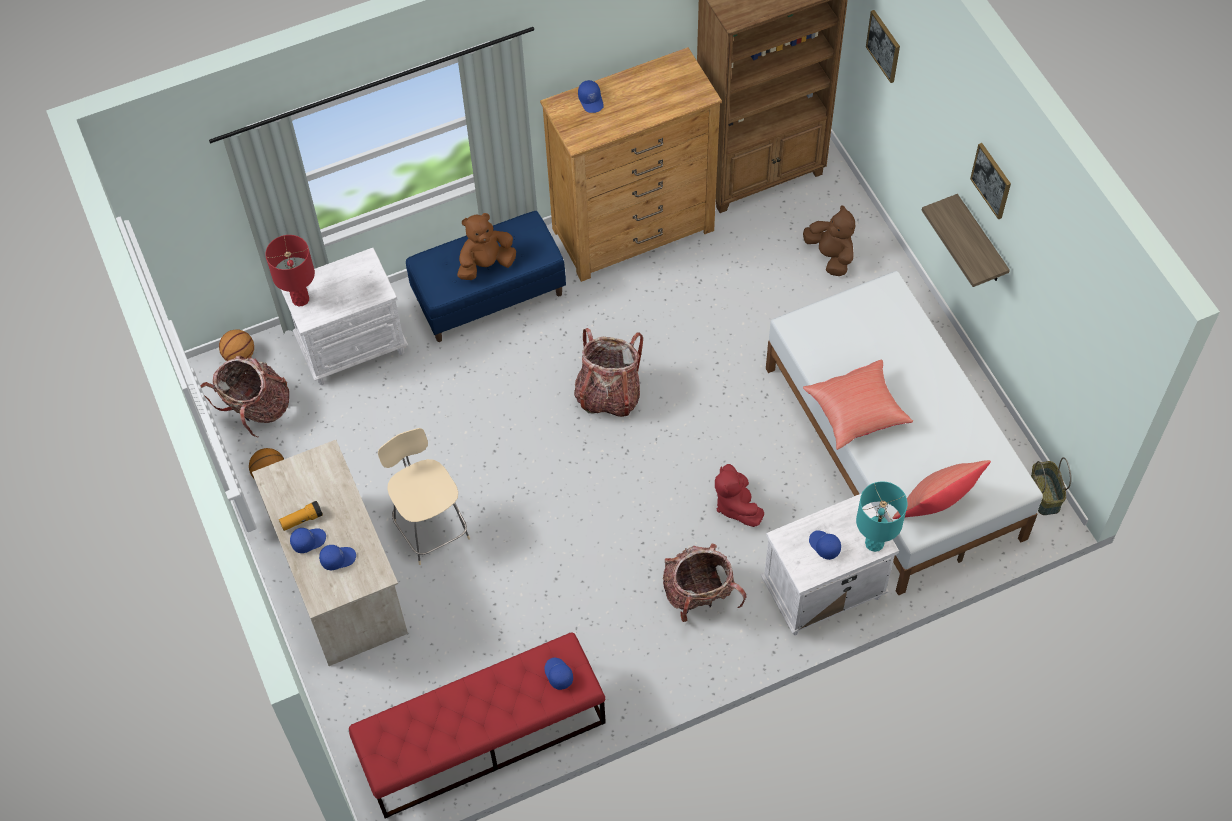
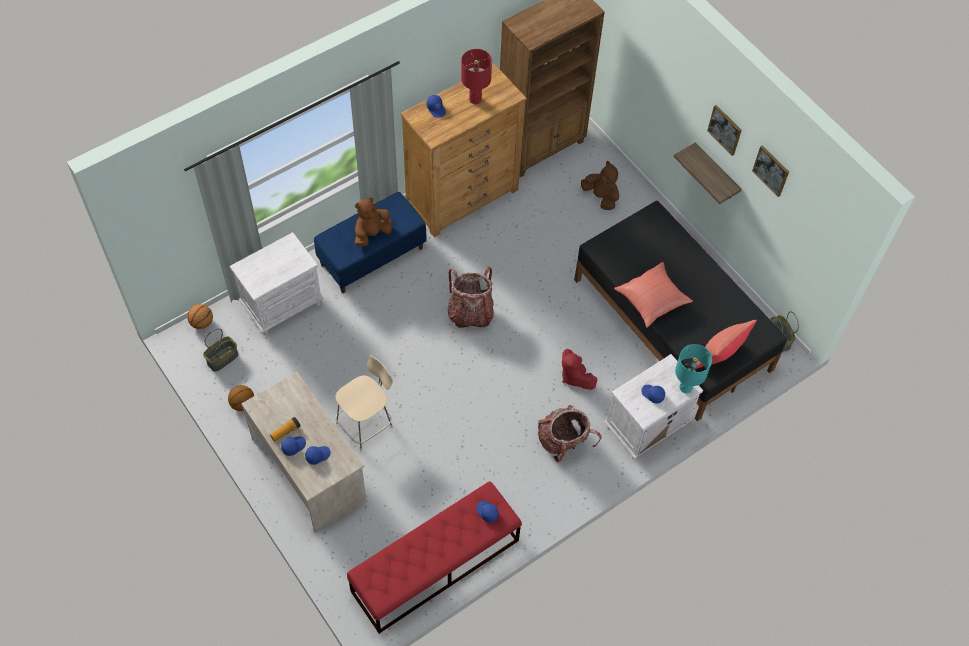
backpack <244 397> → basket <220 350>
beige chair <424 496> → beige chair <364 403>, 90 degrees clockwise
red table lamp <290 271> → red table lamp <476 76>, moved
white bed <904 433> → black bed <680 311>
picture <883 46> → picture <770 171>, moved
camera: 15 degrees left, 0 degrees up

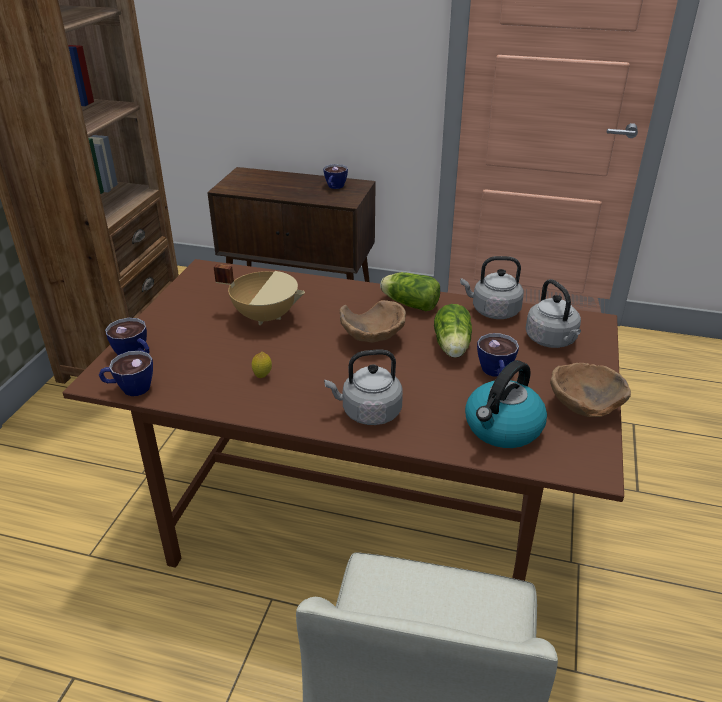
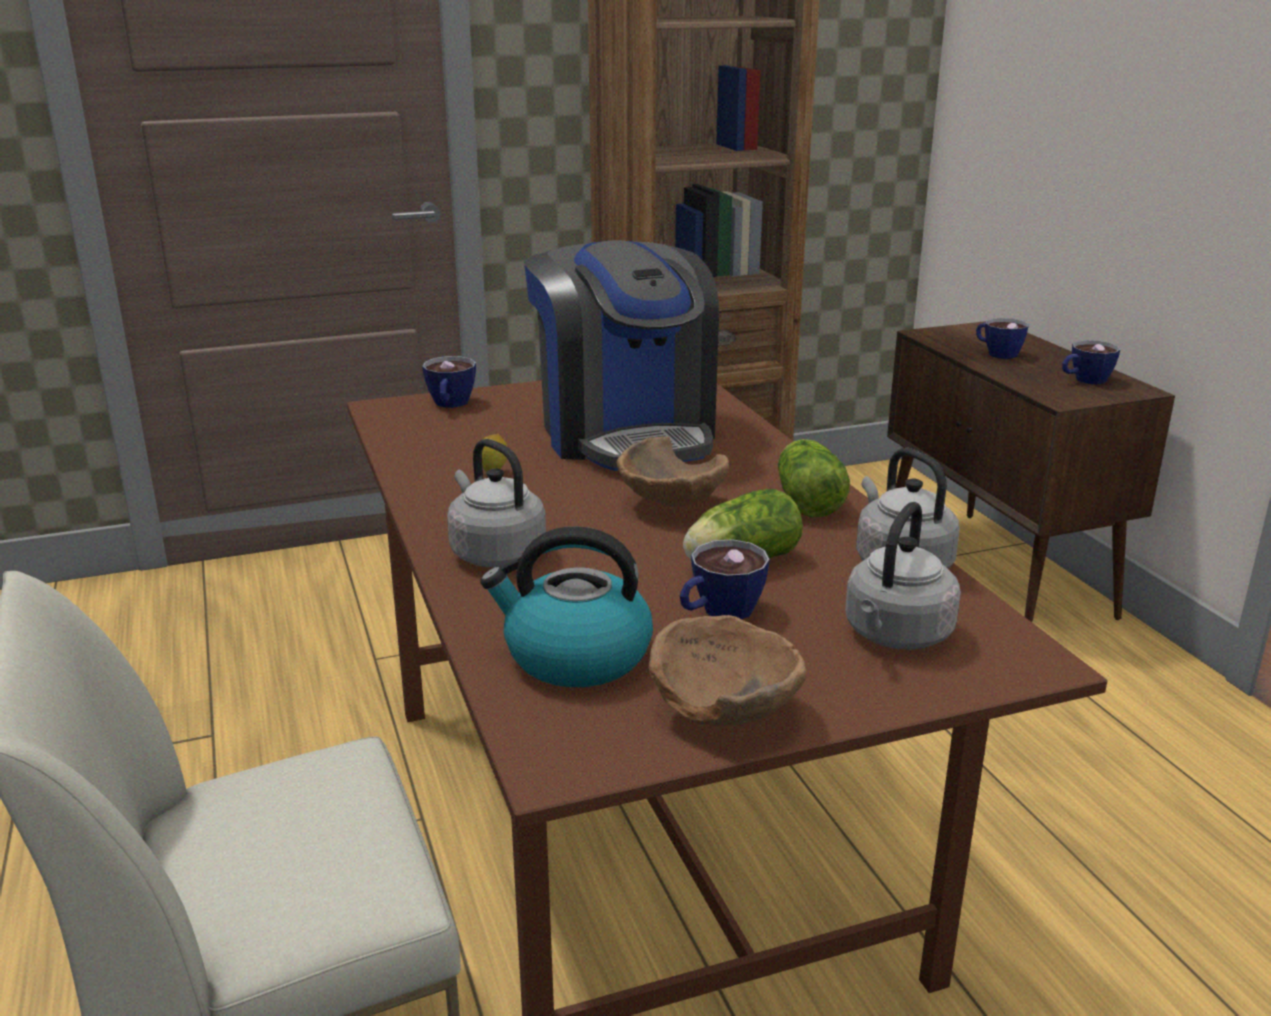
beige cooking pot <259 294> → coffee machine <621 355>
cup <126 373> → cup <1002 338>, moved
camera: 55 degrees right, 10 degrees down

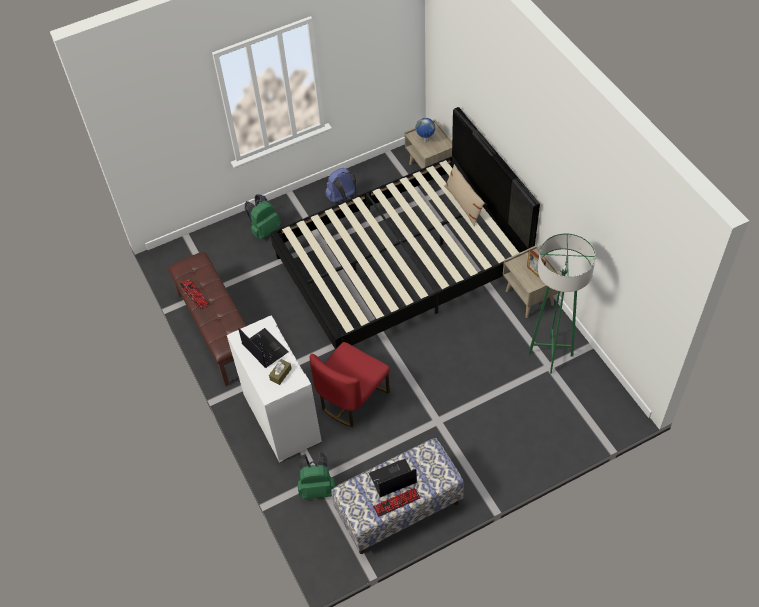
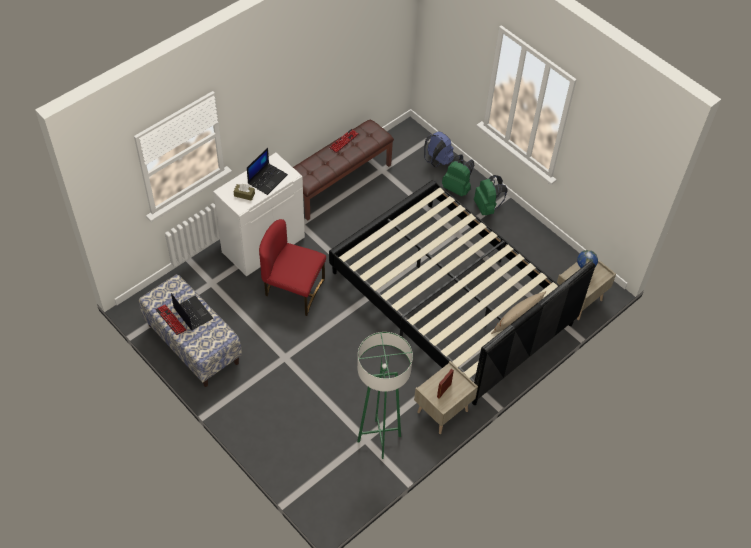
blue backpack <341 185> → blue backpack <439 149>, moved
green backpack <316 476> → green backpack <490 195>, moved
camera: 70 degrees right, 0 degrees up

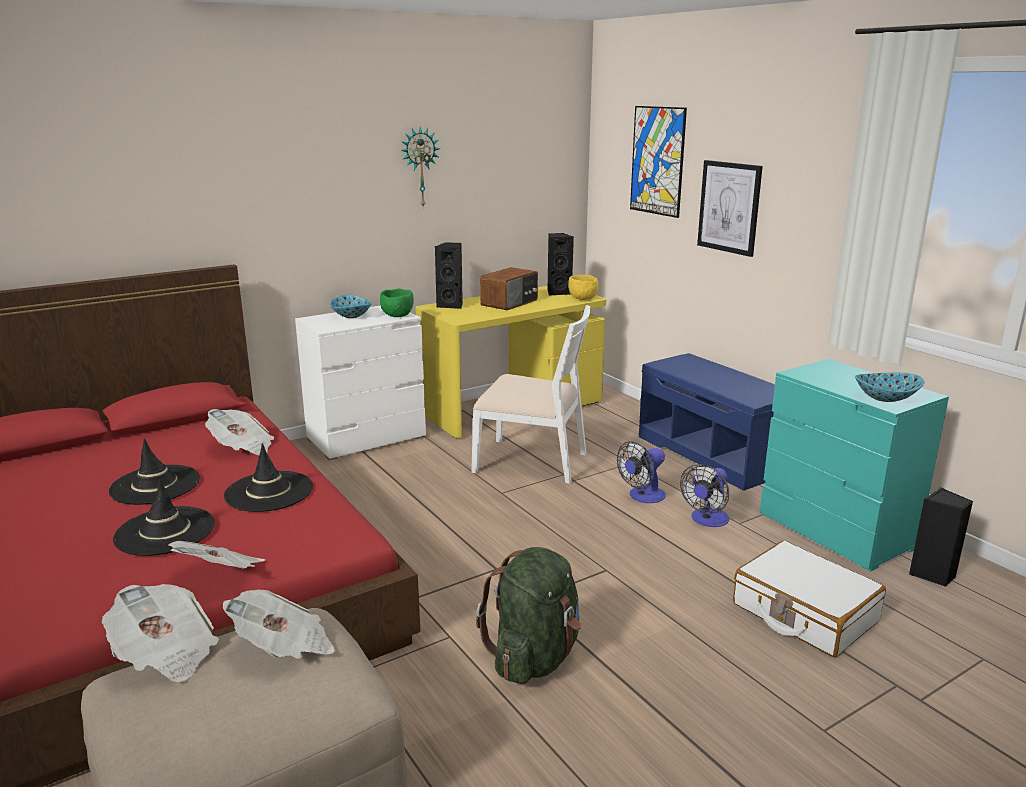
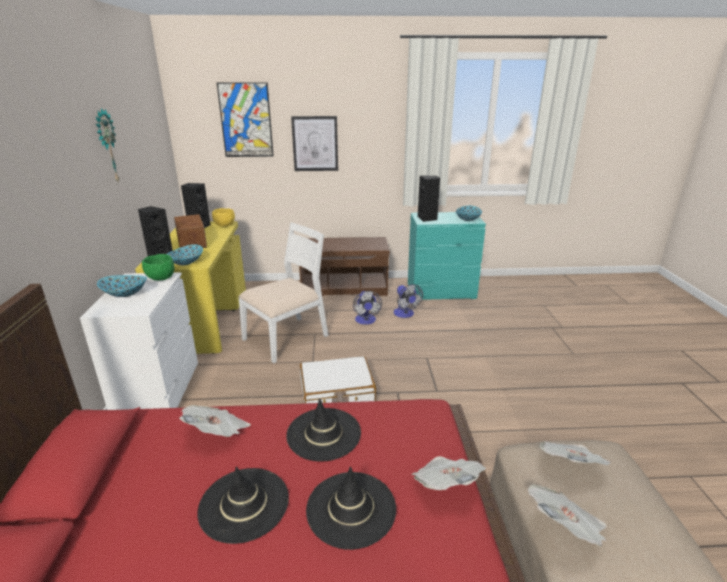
- → bowl <185 254>
blue bench <707 422> → brown bench <344 266>
white suitcase <809 599> → white suitcase <338 380>, moved
black speaker <941 537> → black speaker <429 199>, moved
green backpack <528 615> → -
camera: 60 degrees left, 5 degrees up

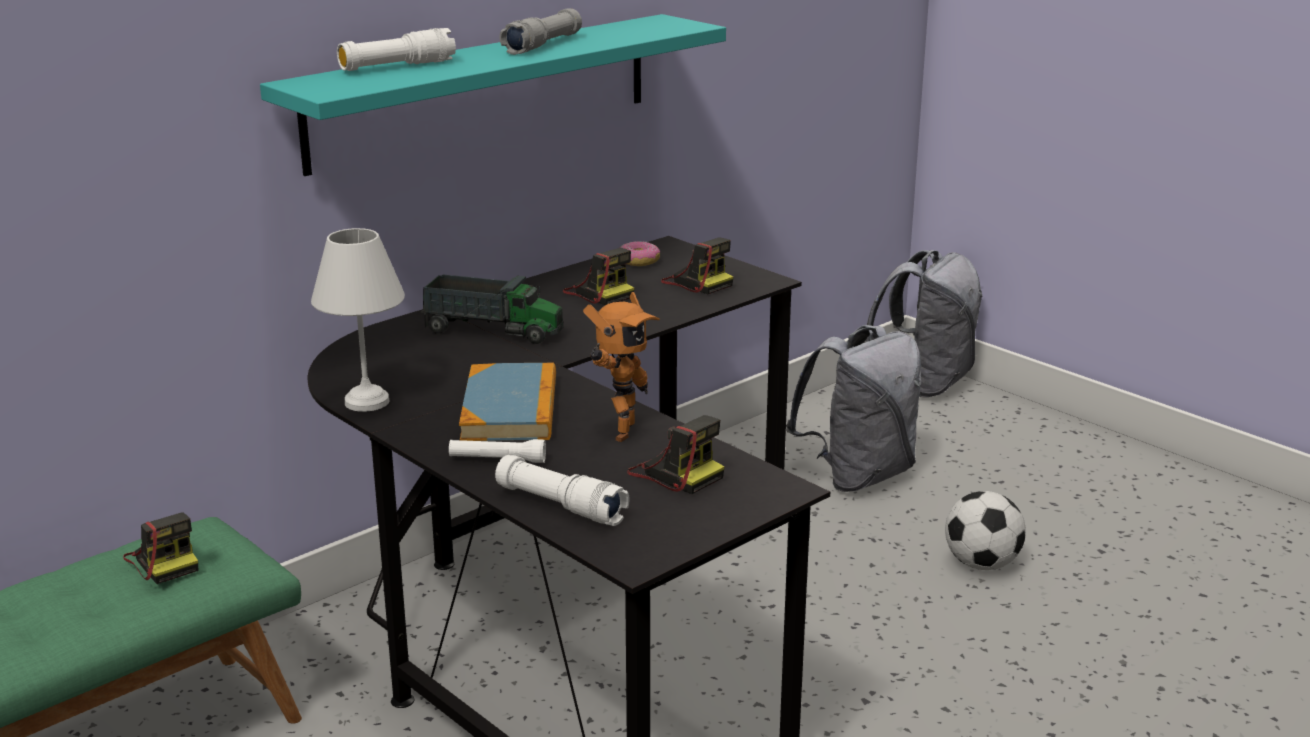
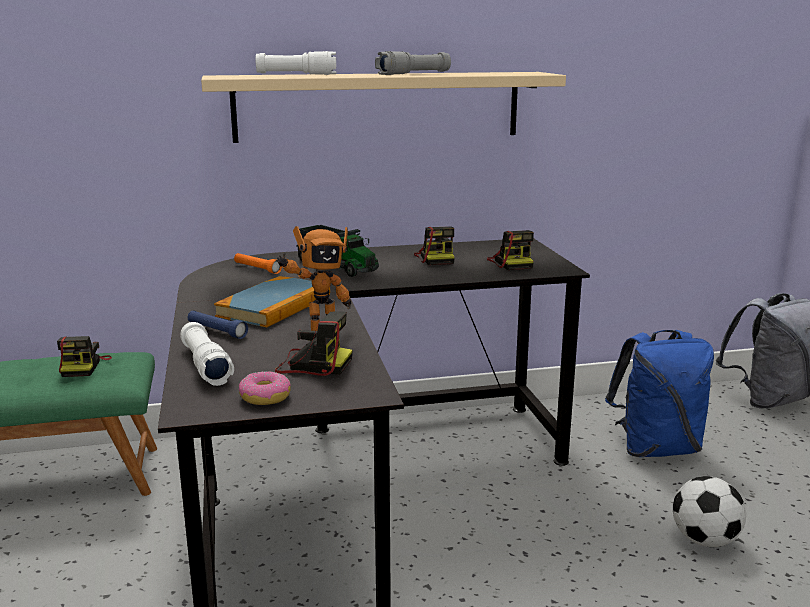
white flashlight <497 451> → blue flashlight <218 325>
turquoise shelf <493 95> → beige shelf <383 107>
- → orange flashlight <258 263>
donut <640 253> → donut <265 388>, moved
photo camera <676 454> → photo camera <314 344>, 60 degrees counterclockwise
grey backpack <853 408> → blue backpack <659 393>
white table lamp <358 320> → -
camera: 30 degrees right, 5 degrees down

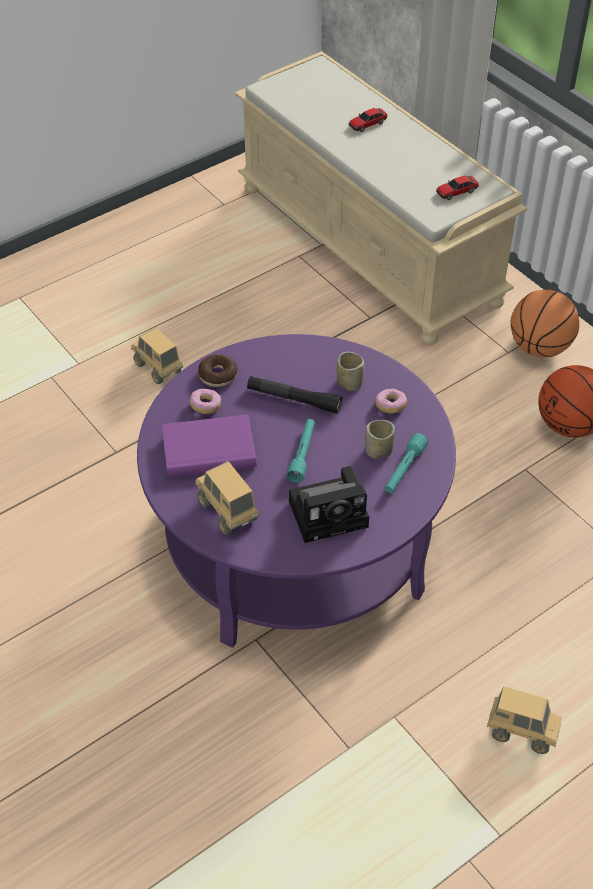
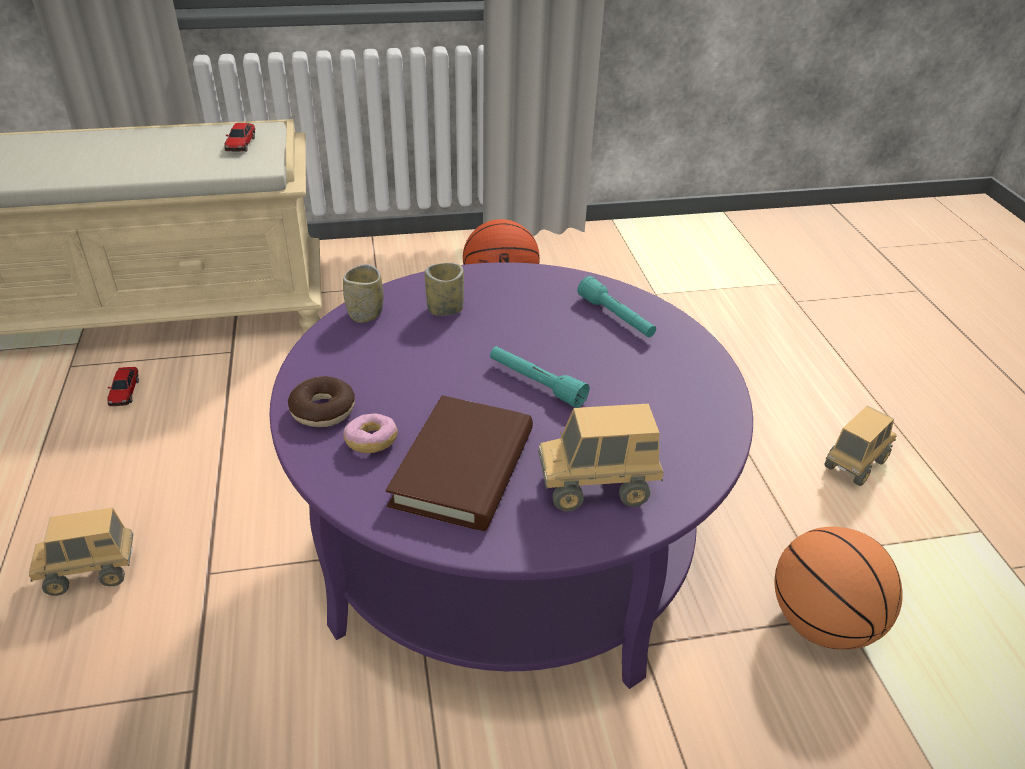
toy car <368 120> → toy car <123 386>, moved
cup <380 439> → cup <363 293>, moved
purple book <209 446> → brown book <459 463>
basketball <545 323> → basketball <839 588>, moved
black flashlight <294 395> → -
photo camera <329 504> → -
donut <391 401> → -
camera: 65 degrees left, 10 degrees down

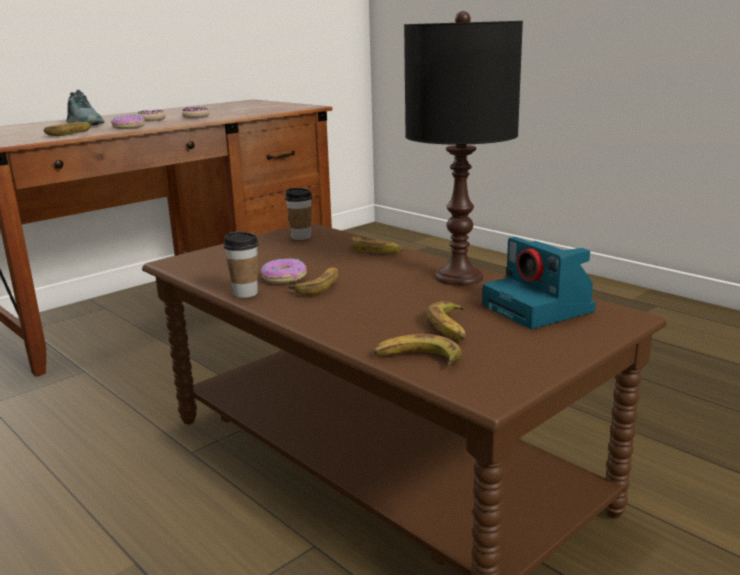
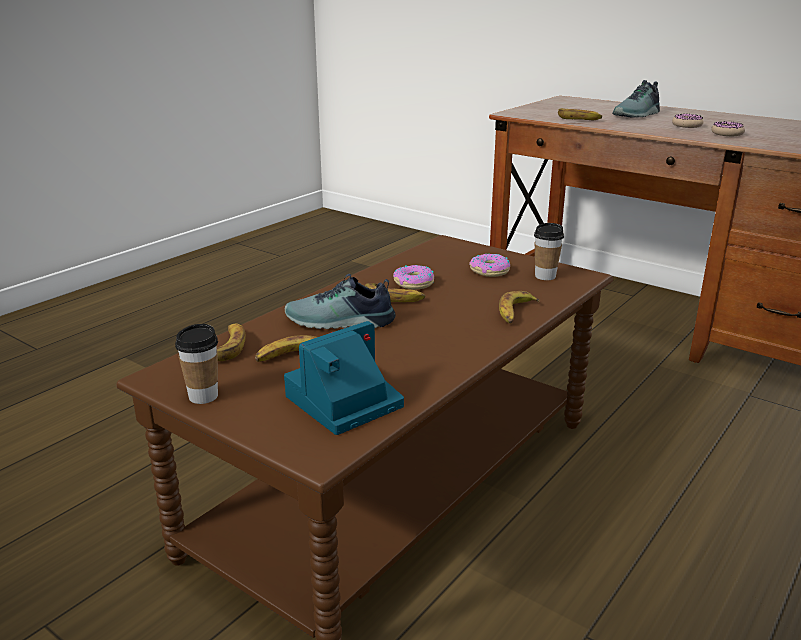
cup <241 265> → cup <196 364>, moved
- → shoe <340 301>
donut <128 122> → donut <489 265>, moved
black table lamp <463 148> → -
camera: 80 degrees right, 5 degrees up

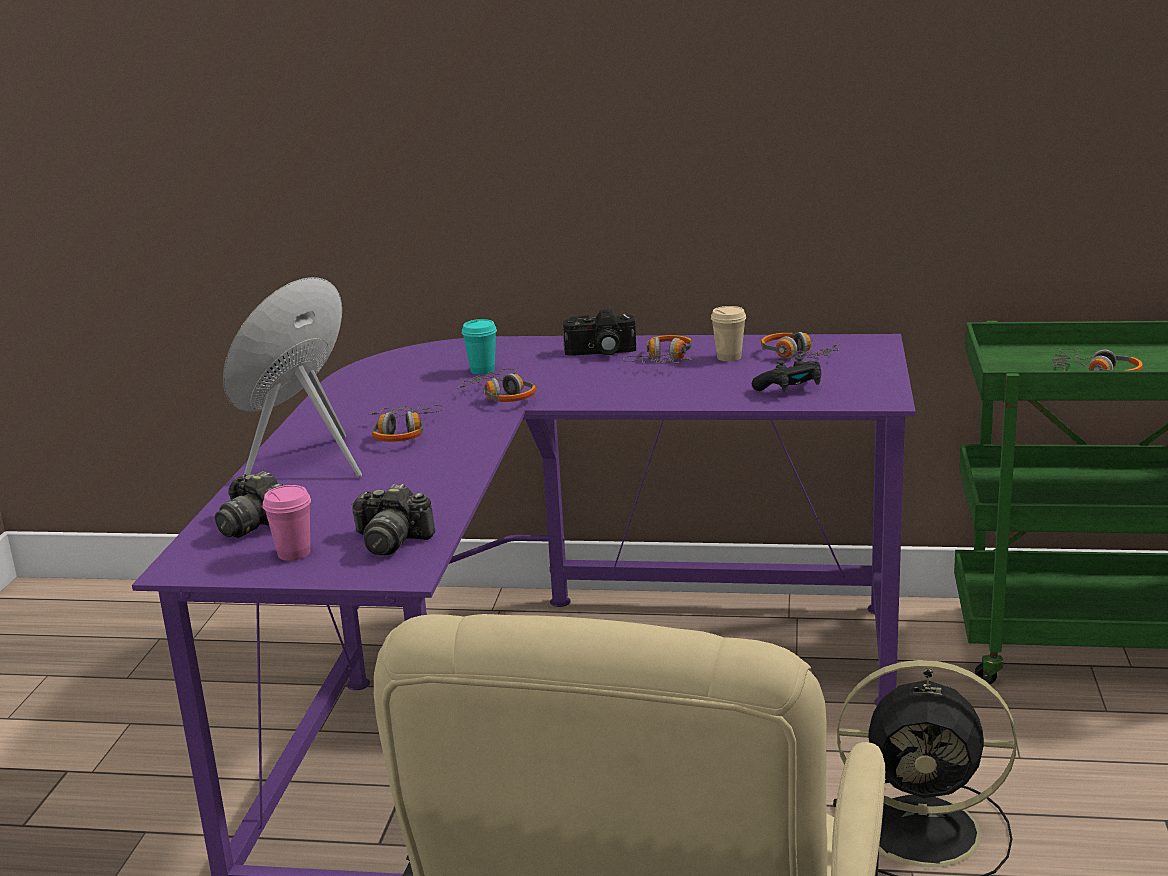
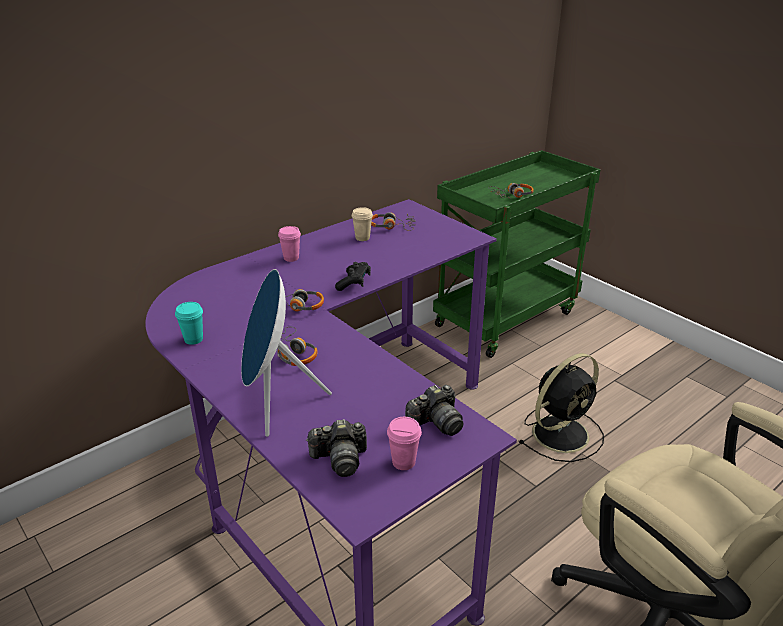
turquoise cup <479 347> → turquoise cup <189 323>, moved
photo camera <599 332> → pink cup <289 244>
black game controller <786 374> → black game controller <353 276>, moved
headphones <658 349> → -
camera: 50 degrees left, 10 degrees up

